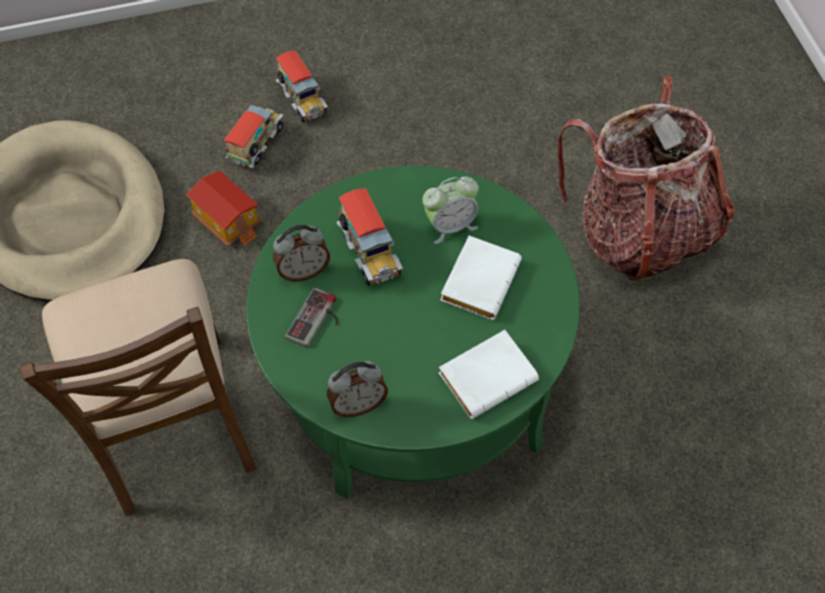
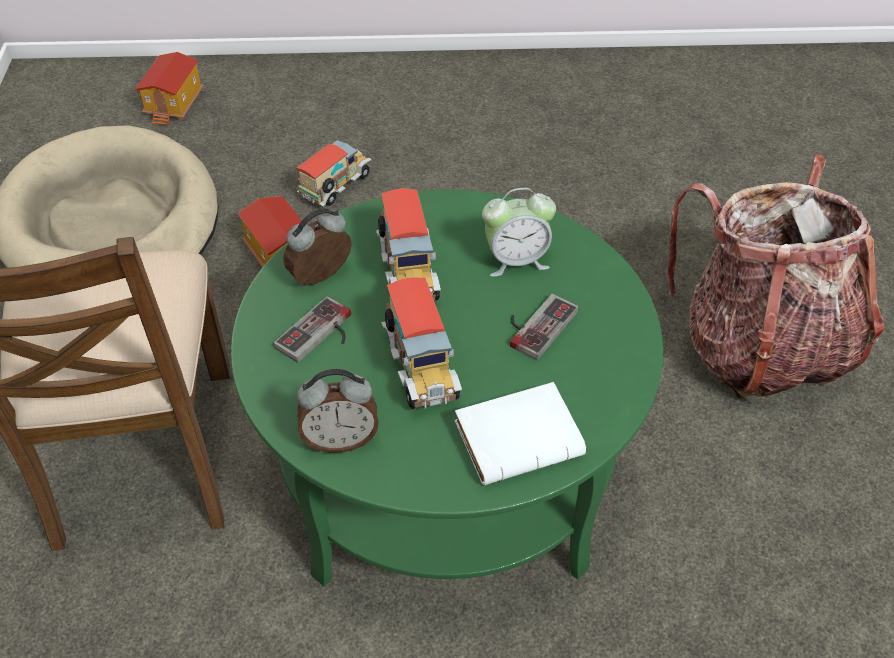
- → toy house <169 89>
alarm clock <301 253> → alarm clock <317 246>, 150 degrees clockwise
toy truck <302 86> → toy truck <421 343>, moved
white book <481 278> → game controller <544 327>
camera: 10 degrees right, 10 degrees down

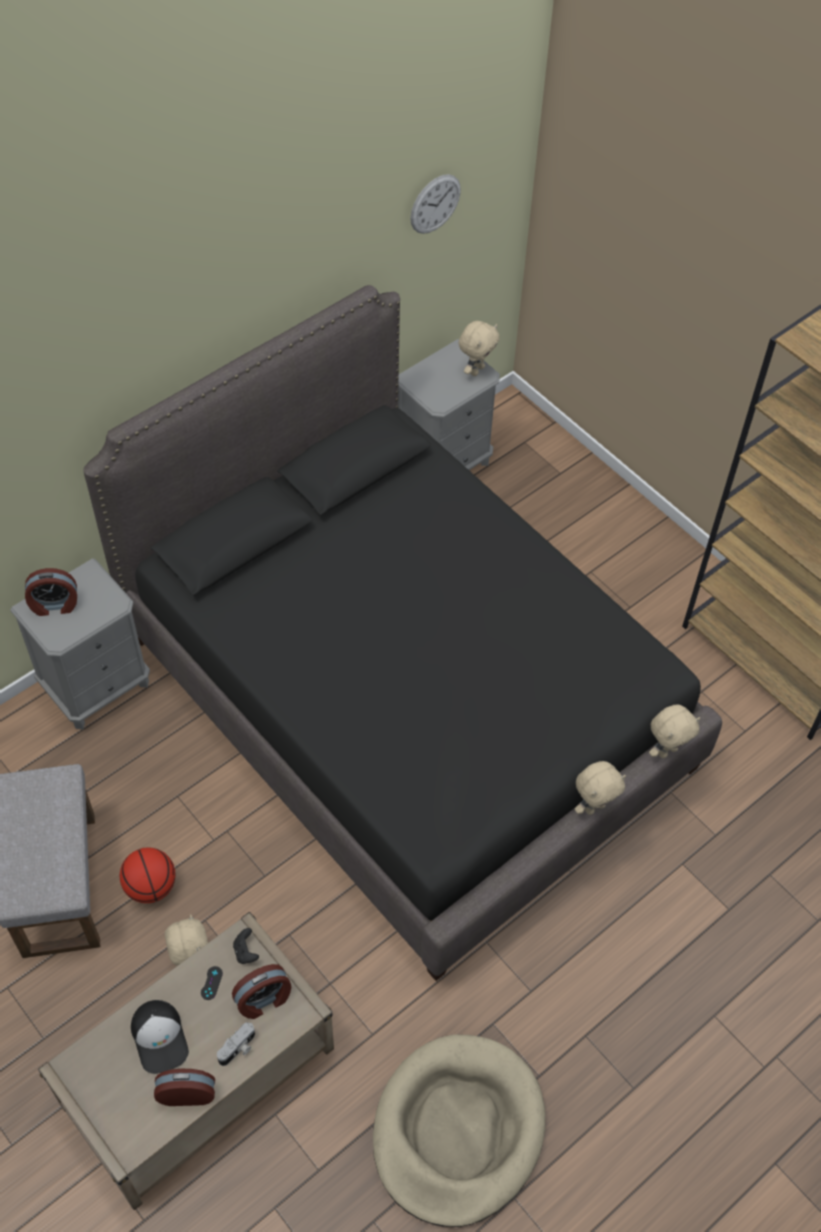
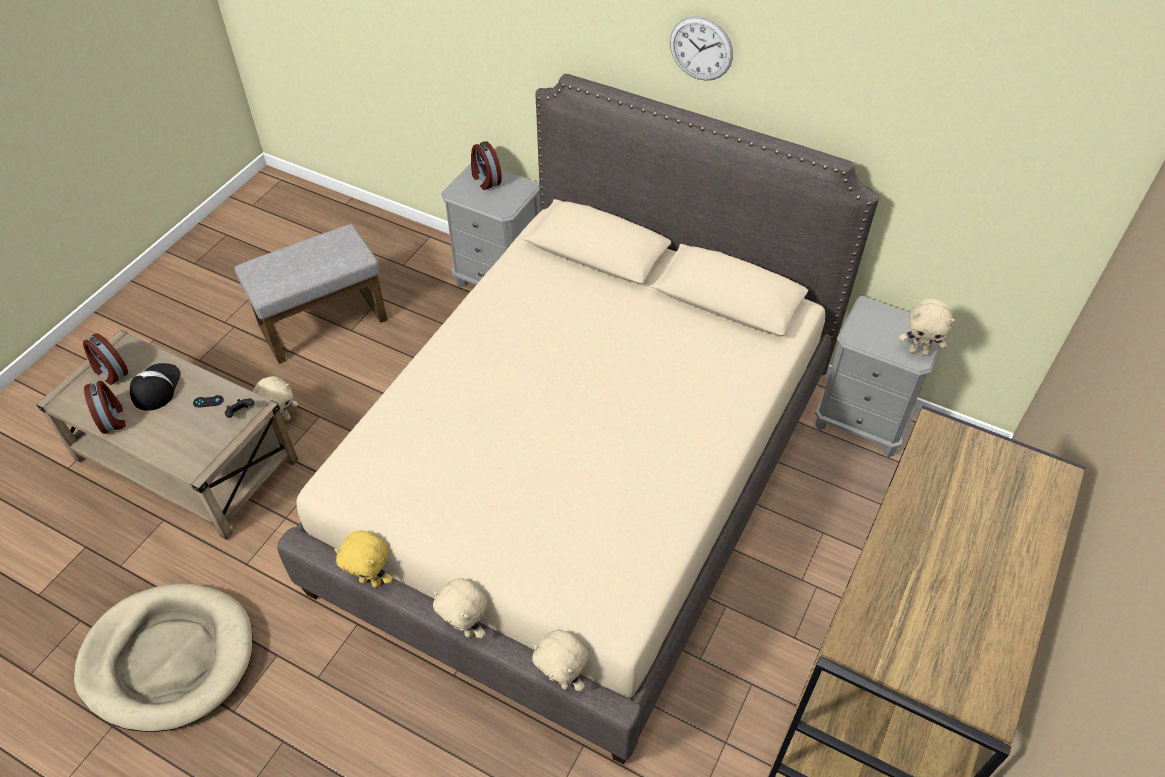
alarm clock <261 991> → alarm clock <105 359>, moved
cap <160 1037> → cap <155 387>, 135 degrees clockwise
black bed <402 633> → beige bed <578 419>
- → yellow plush toy <363 559>
wall clock <435 204> → wall clock <701 48>, moved
basketball <147 875> → -
photo camera <236 1044> → -
camera: 70 degrees right, 5 degrees down

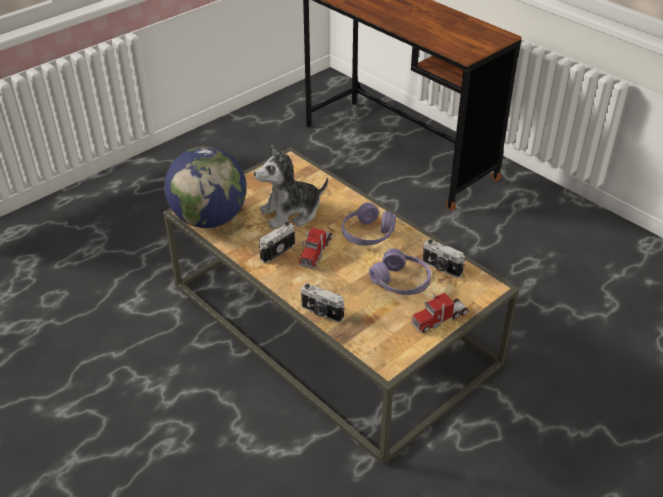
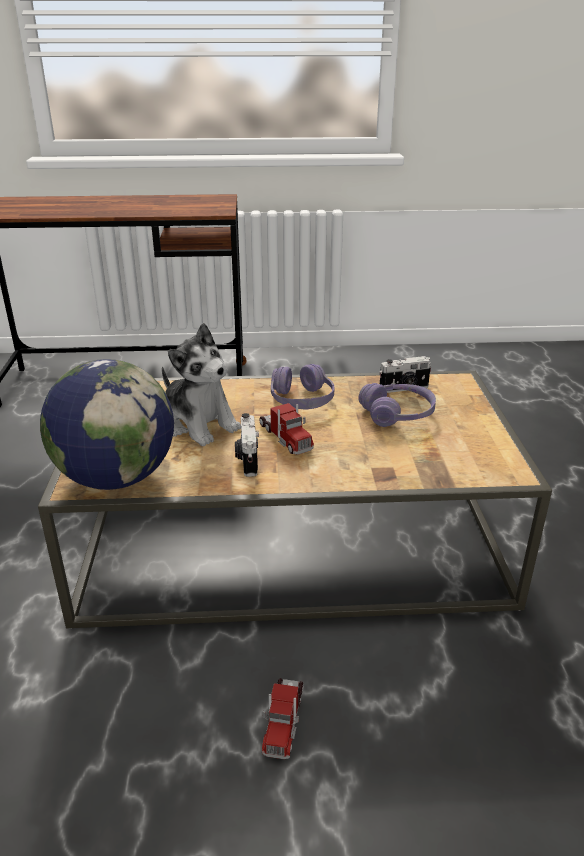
plush toy <291 187> → plush toy <201 384>, 60 degrees counterclockwise
toy truck <440 313> → toy truck <283 718>, moved
photo camera <323 303> → -
camera: 50 degrees left, 10 degrees down

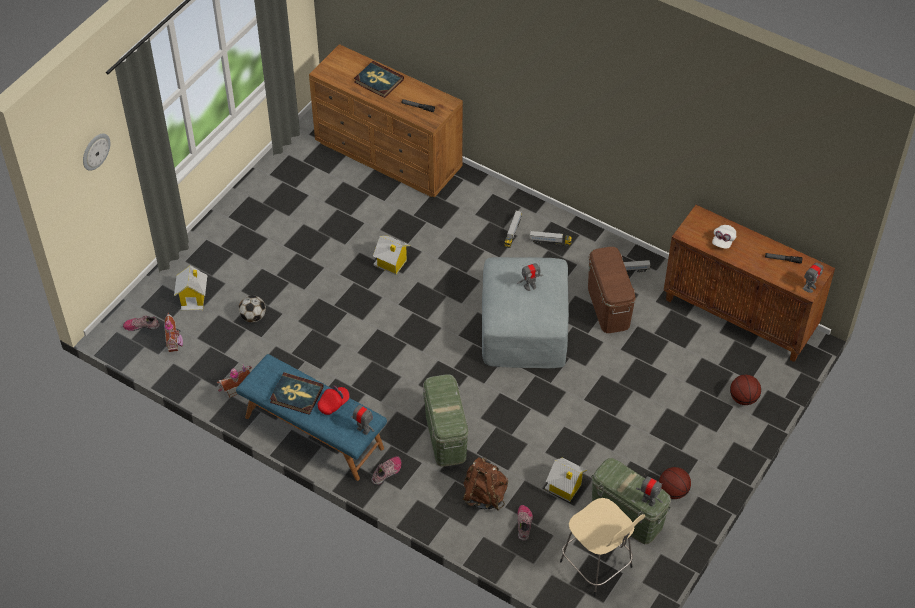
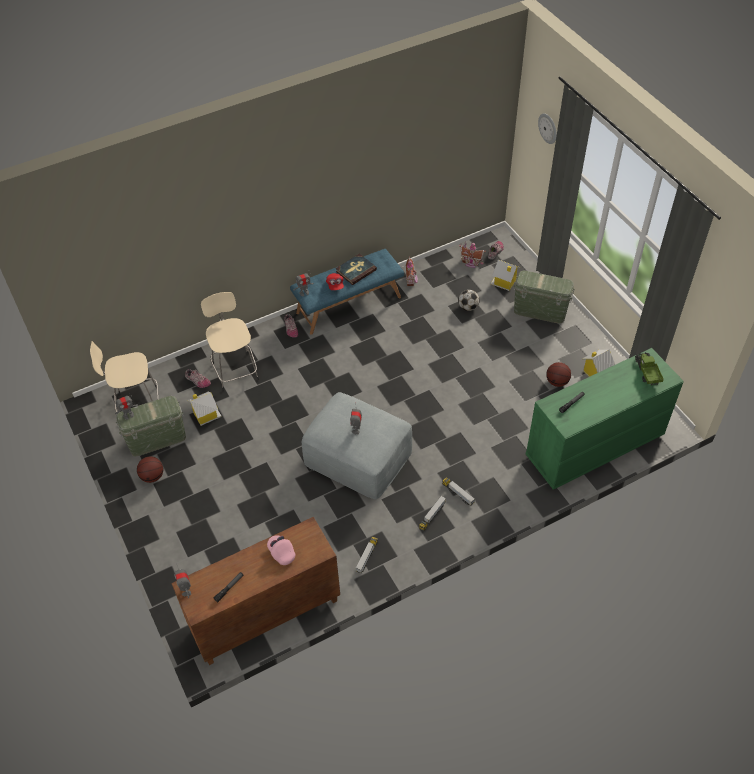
brown backpack <485 483> → beige stool <230 341>
white cap <724 236> → pink cap <281 550>
green storage box <446 420> → green storage box <544 297>, moved
brown dresser <386 121> → green dresser <605 419>
basketball <745 390> → basketball <558 374>, moved
toy house <391 255> → toy house <598 363>, moved
- → toy truck <649 369>
book <379 79> → -
brown storage box <612 290> → -
camera: 120 degrees right, 0 degrees up

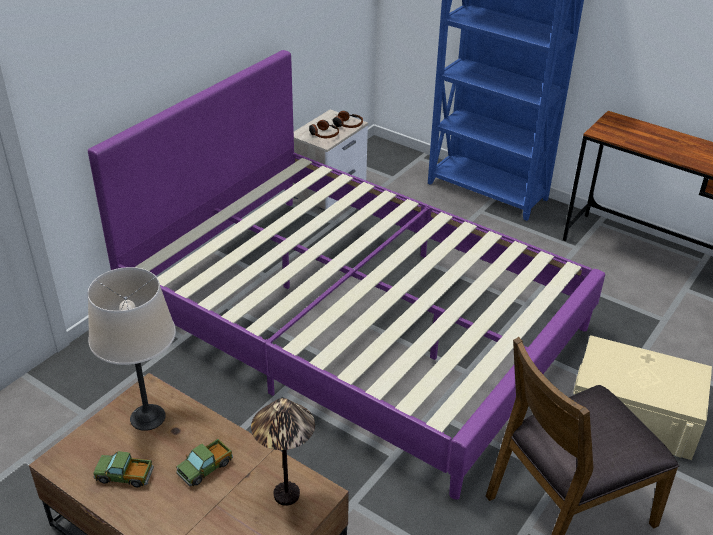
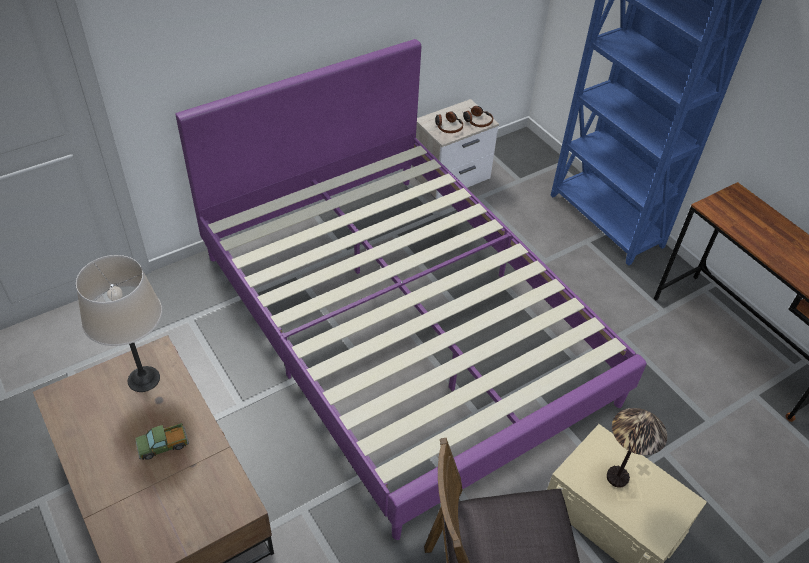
table lamp <283 452> → table lamp <637 448>, moved
toy truck <124 469> → -
camera: 20 degrees right, 10 degrees up

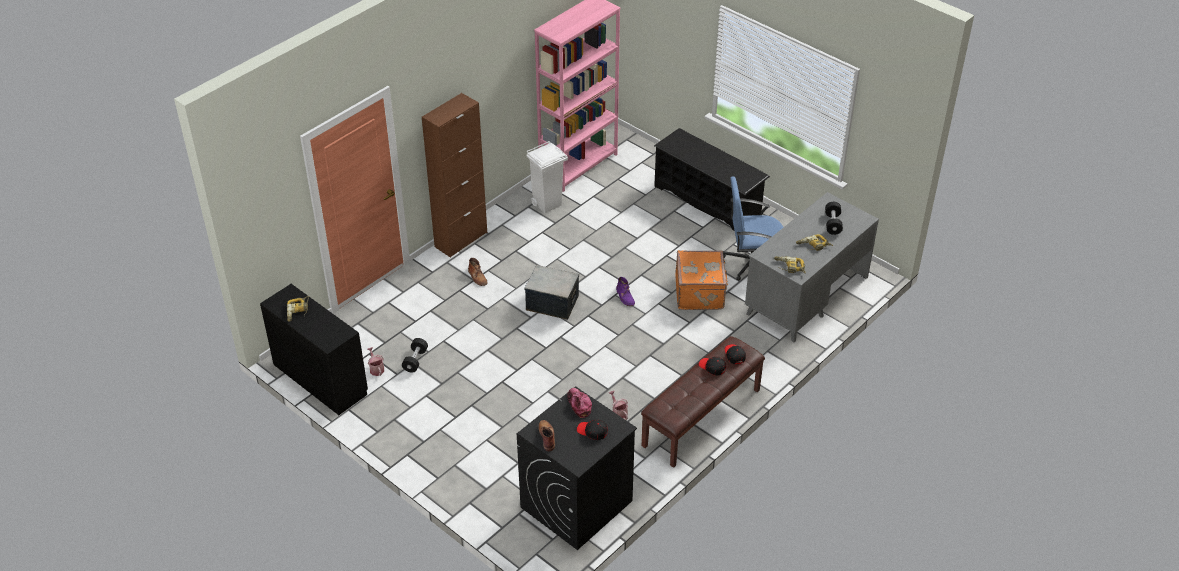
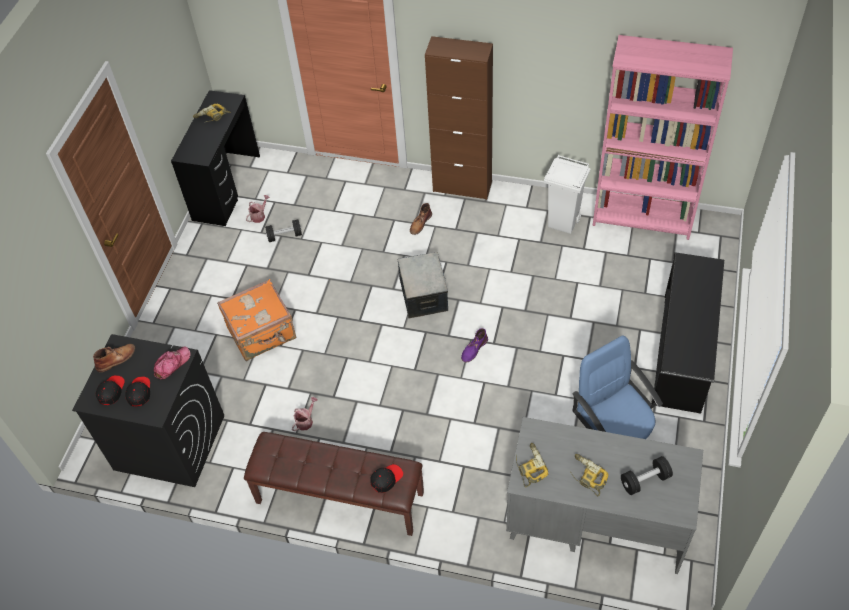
black cap <712 366> → black cap <110 390>, moved
orange suitcase <701 280> → orange suitcase <256 320>, moved
camera: 65 degrees right, 10 degrees up

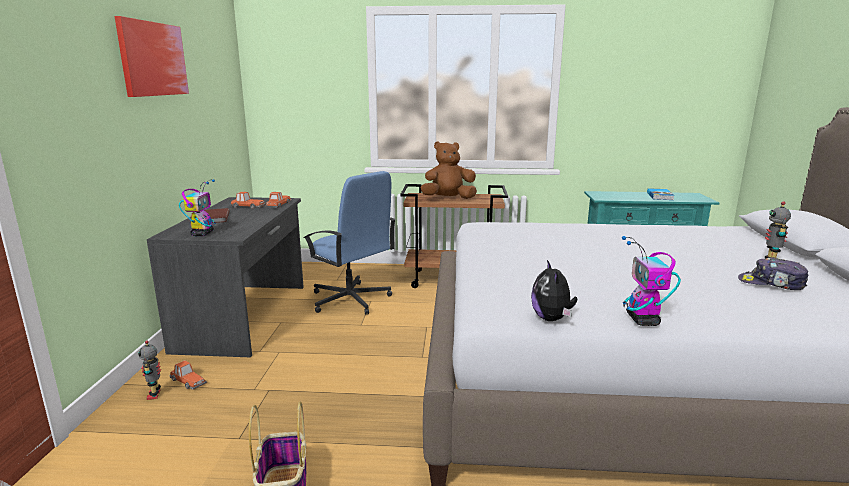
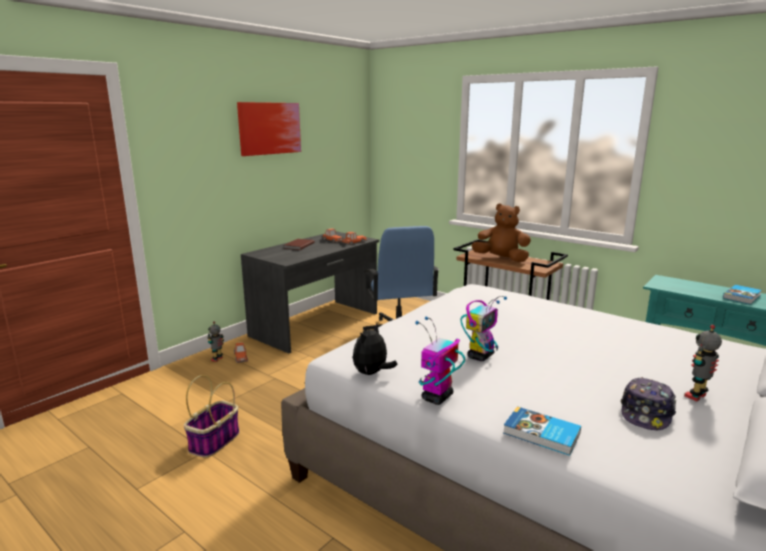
toy robot <197 207> → toy robot <484 328>, moved
- → book <542 431>
cap <773 273> → cap <648 403>, 120 degrees counterclockwise
camera: 35 degrees right, 0 degrees up

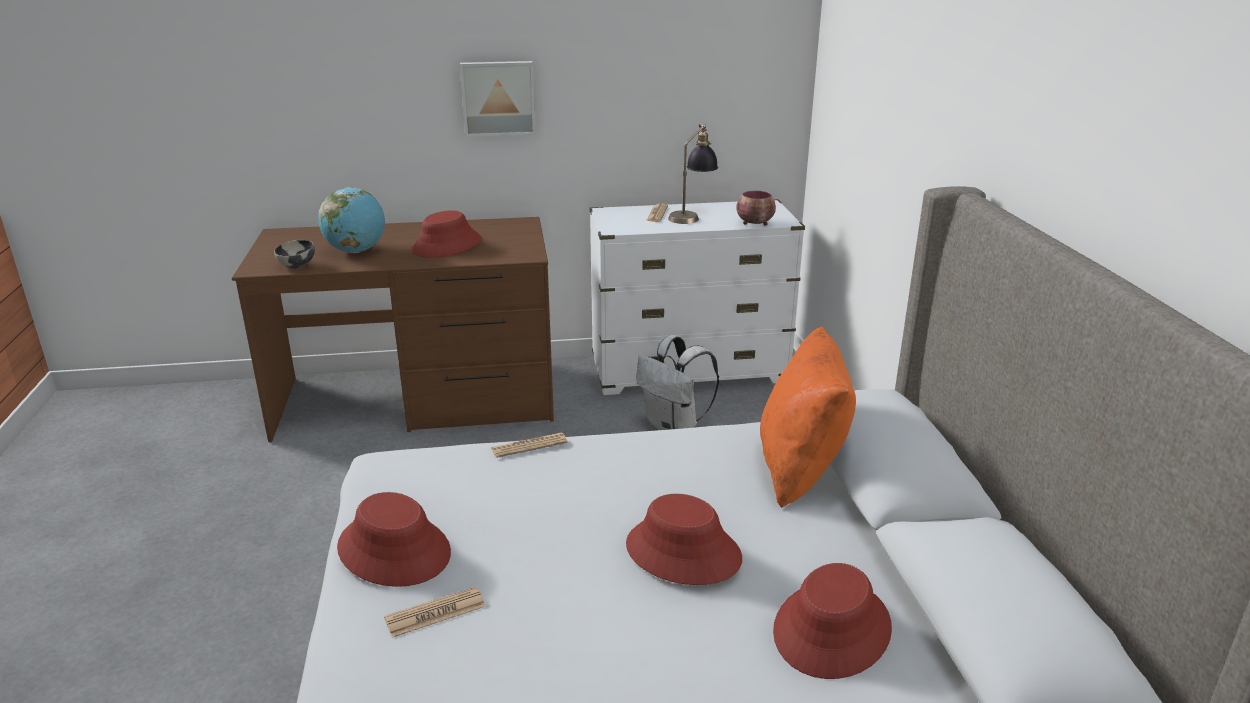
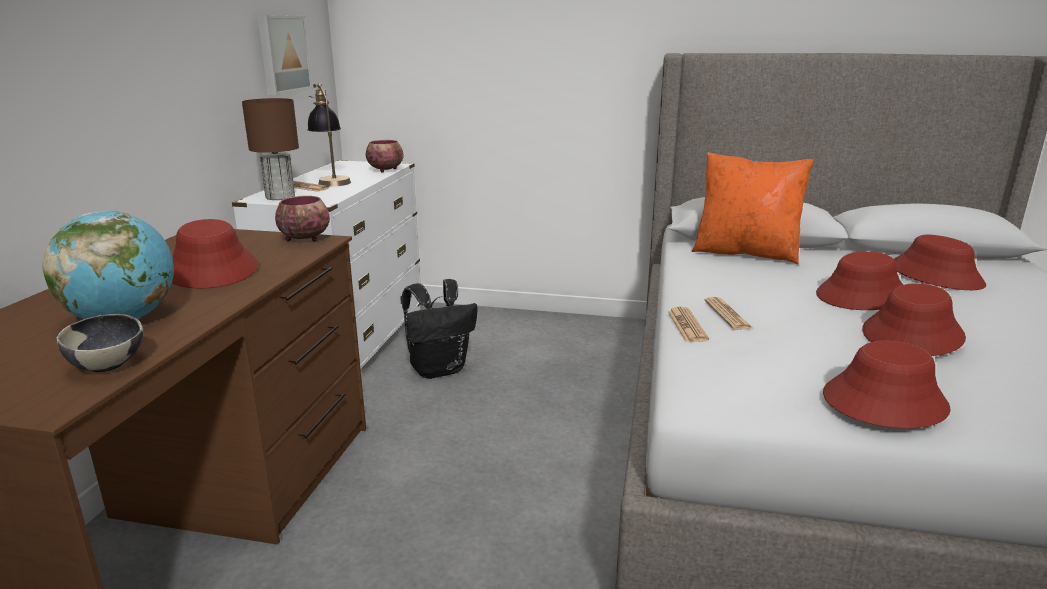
- → brown table lamp <270 149>
picture <498 99> → picture <285 55>, moved
- → bowl <302 219>
white backpack <677 382> → black backpack <440 329>
newspaper <434 612> → newspaper <728 313>, moved
- → red hat <914 319>
camera: 70 degrees left, 5 degrees down

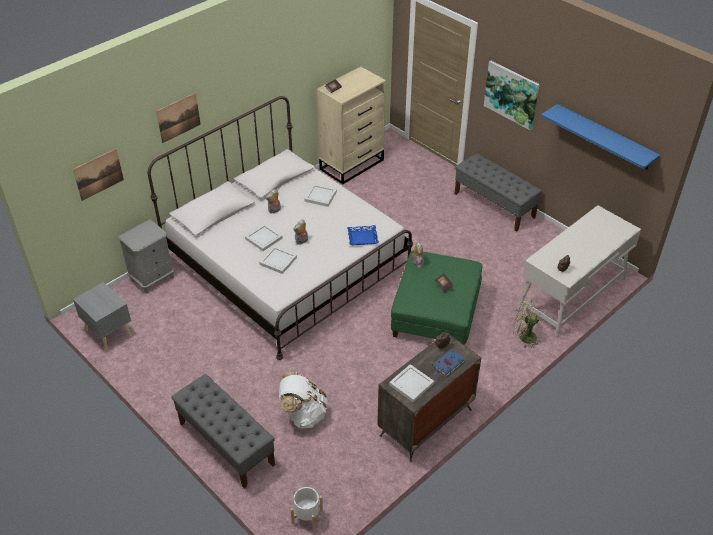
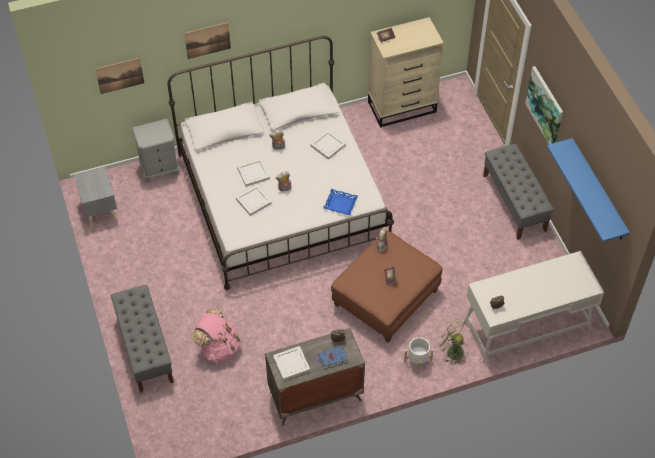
white backpack <303 400> → pink backpack <216 336>
green ottoman <436 297> → brown ottoman <387 286>
white planter <307 509> → white planter <418 355>, moved
camera: 25 degrees right, 10 degrees up

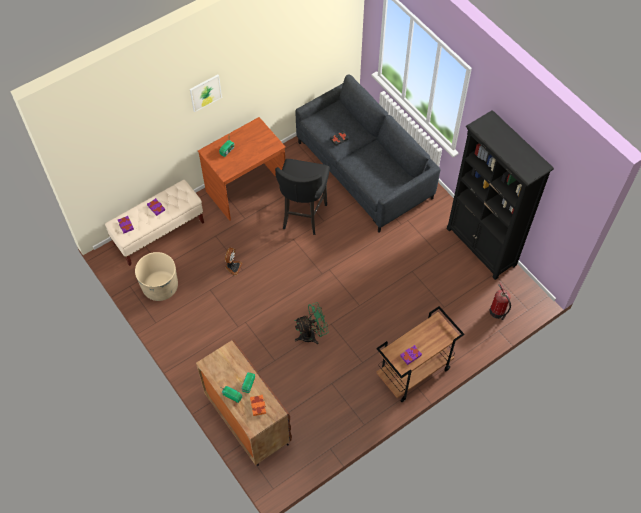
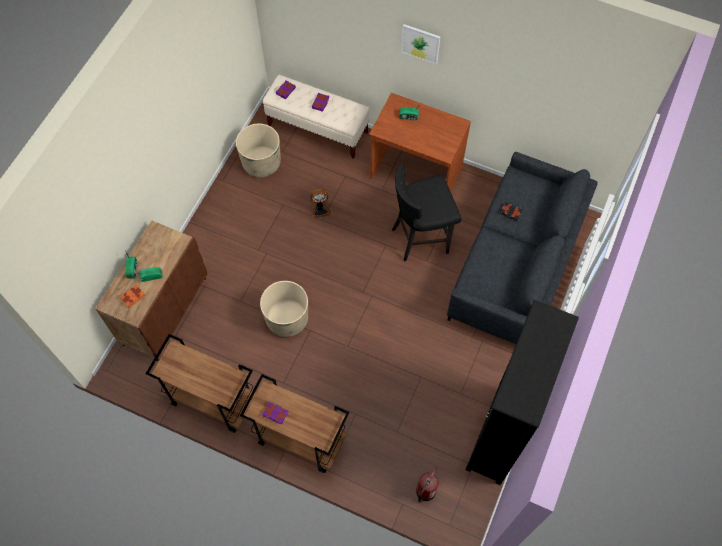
- → brown cart <201 383>
green fan <312 323> → beige planter <284 309>
camera: 60 degrees right, 5 degrees up

